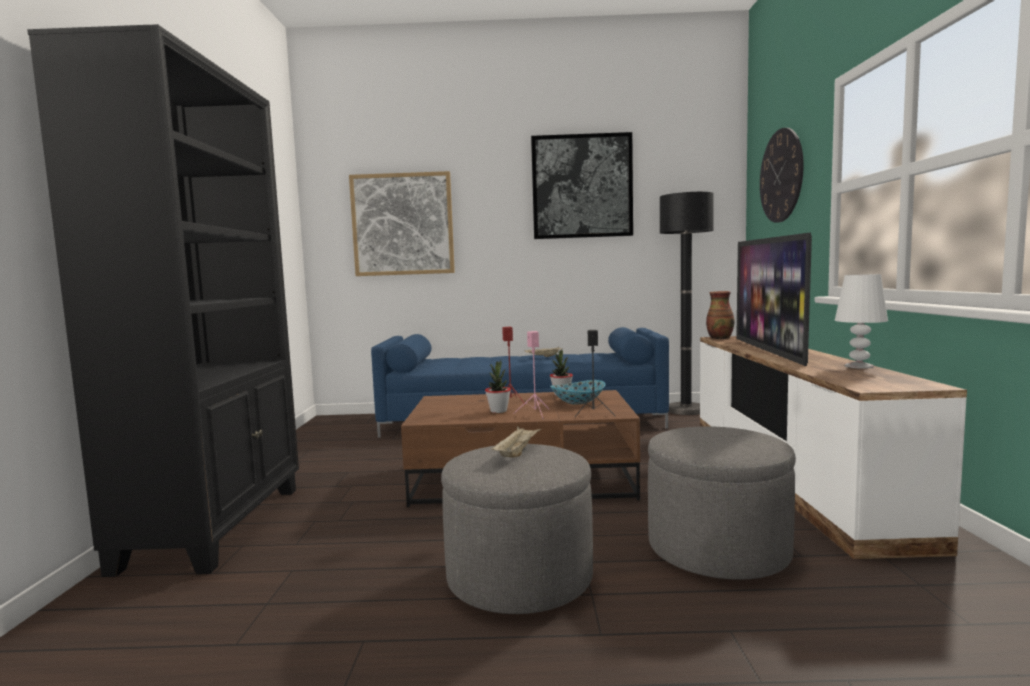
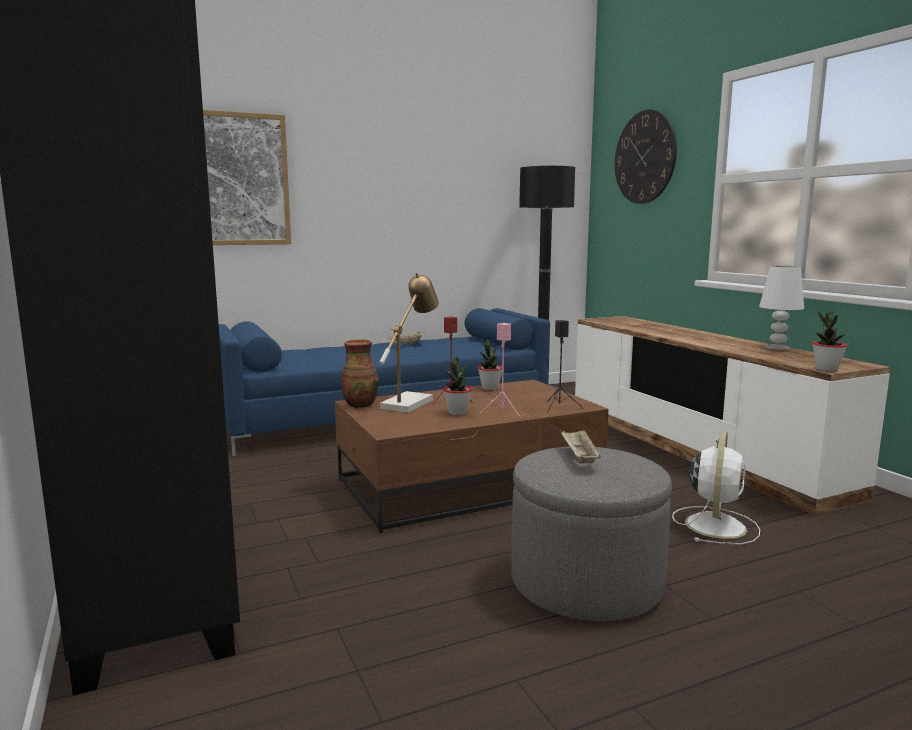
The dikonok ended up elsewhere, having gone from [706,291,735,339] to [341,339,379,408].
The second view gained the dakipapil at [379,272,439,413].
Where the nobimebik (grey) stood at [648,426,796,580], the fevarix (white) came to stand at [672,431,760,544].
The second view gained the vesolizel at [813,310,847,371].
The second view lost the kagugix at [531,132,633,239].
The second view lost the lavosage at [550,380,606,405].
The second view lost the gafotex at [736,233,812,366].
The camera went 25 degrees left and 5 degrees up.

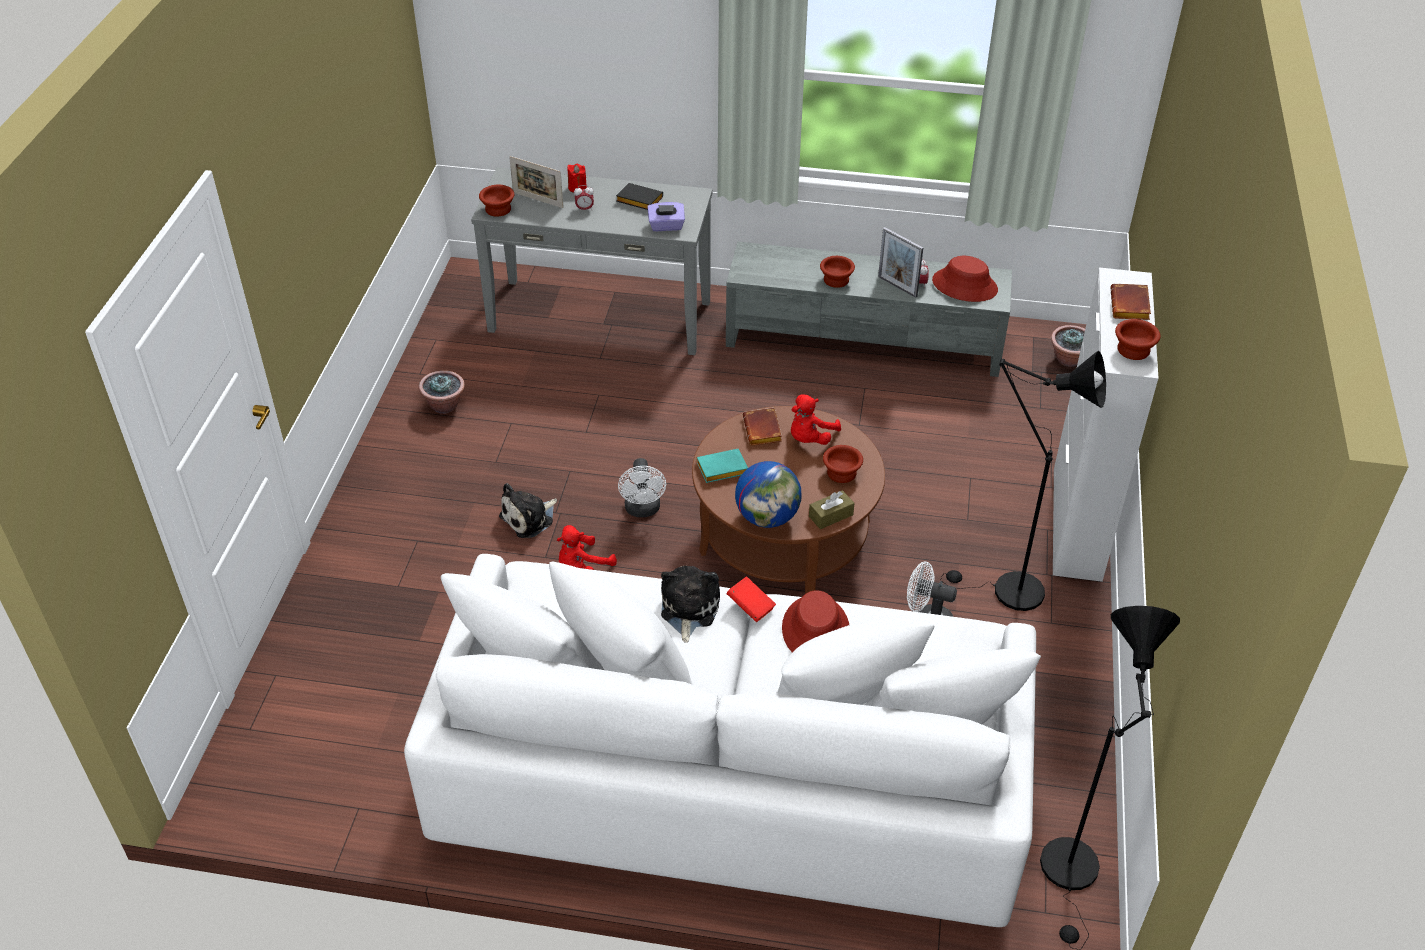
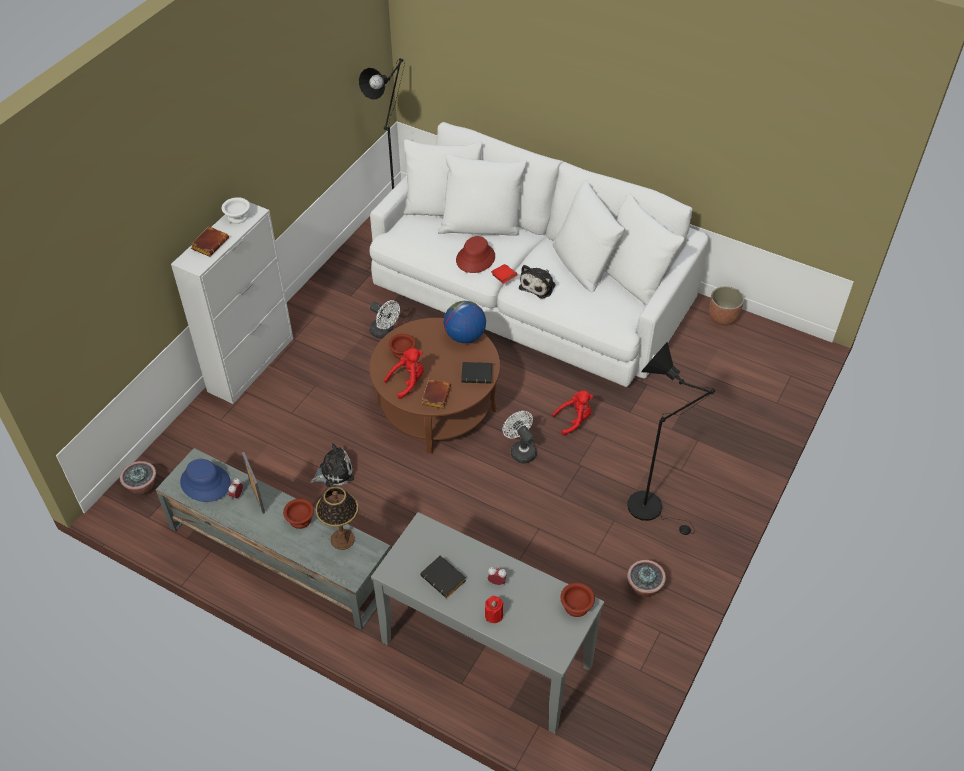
What was the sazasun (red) at [932,256,998,302] turned into the sazasun (blue) at [180,459,231,502].
What was the lavosage (brown) at [1115,319,1161,360] turned into the lavosage (white) at [222,197,250,224].
The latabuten ended up elsewhere, having gone from [499,483,557,538] to [310,443,354,487].
The second view gained the dakipapil at [315,487,358,550].
What was the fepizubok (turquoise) at [697,449,748,483] turned into the fepizubok (black) at [461,362,492,384].
The fevarix (white) at [618,458,666,517] ended up facing another way, 45 degrees counterclockwise from before.
The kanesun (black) ended up elsewhere, having gone from [941,351,1106,611] to [627,342,715,535].
The second view gained the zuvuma at [709,286,744,326].
The second view lost the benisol at [509,156,564,208].
The second view lost the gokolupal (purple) at [647,202,685,231].
The second view lost the gokolupal (brown) at [809,490,854,529].
The camera went 160 degrees left and 5 degrees up.

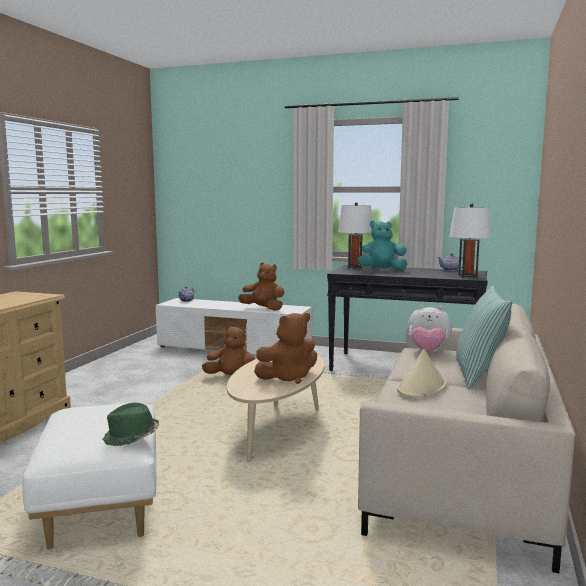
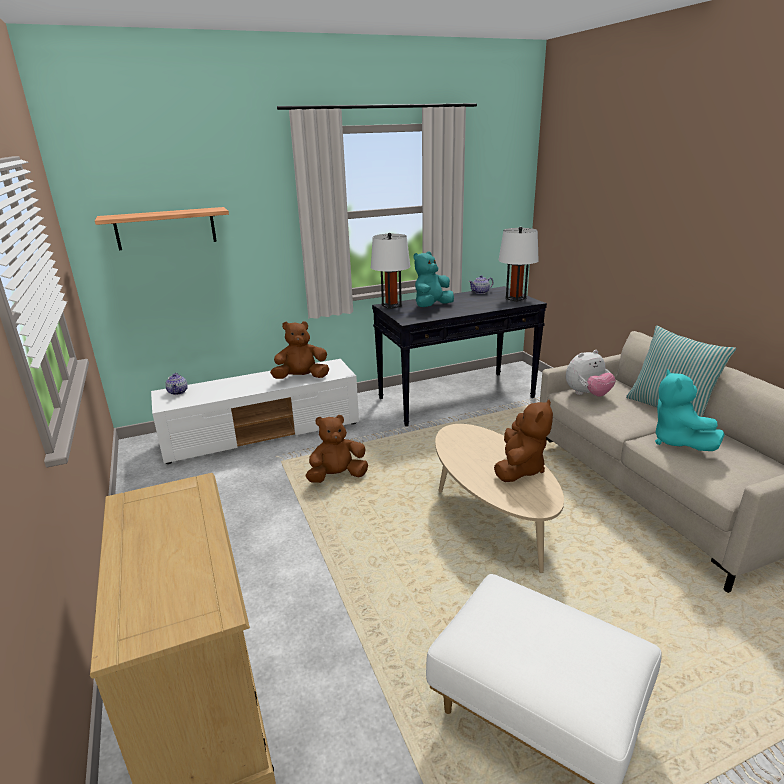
The second view gained the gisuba at [95,207,229,250].
Where the sazasun (beige) stood at [397,349,447,398], the latabuten (turquoise) came to stand at [655,369,725,451].
The second view lost the sazasun (green) at [102,403,159,446].
The camera went 40 degrees left and 15 degrees up.

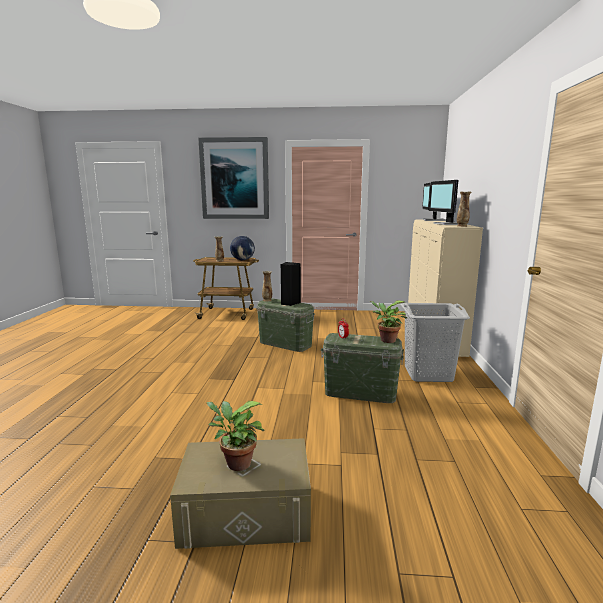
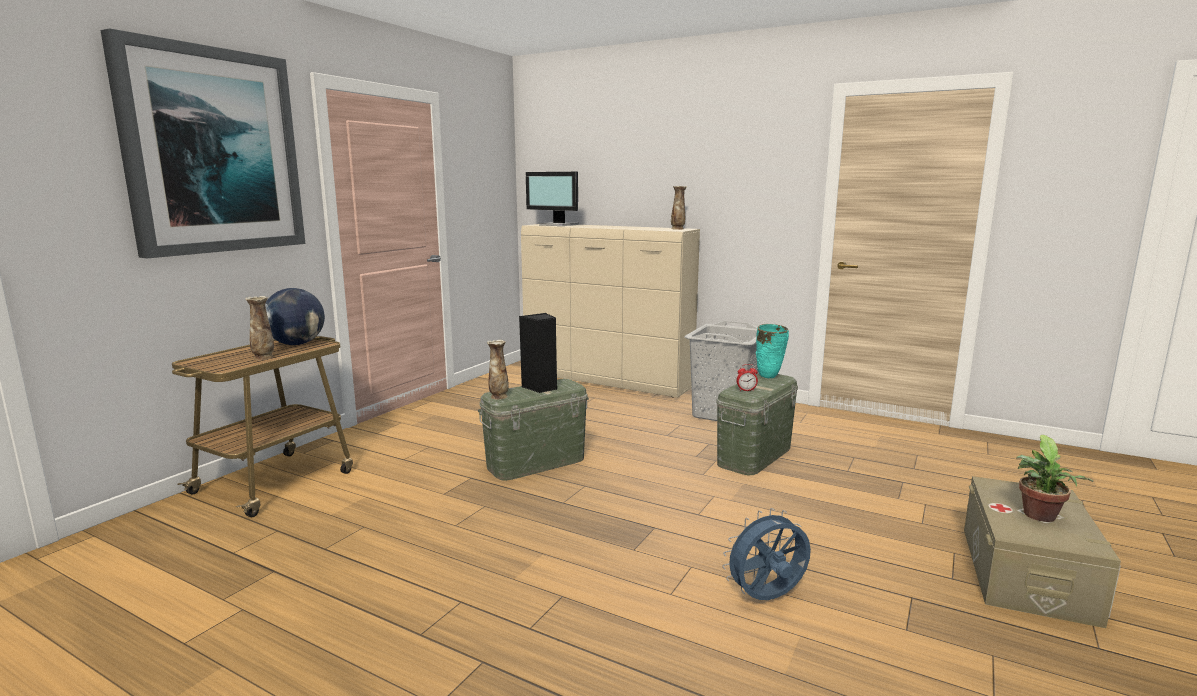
The second view gained the fevarix (blue) at [722,508,811,600].
Where the vesolizel stood at [370,300,407,343], the dikonok (turquoise) came to stand at [756,324,789,378].
The second view lost the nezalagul at [429,180,458,225].
The camera went 65 degrees left and 0 degrees up.

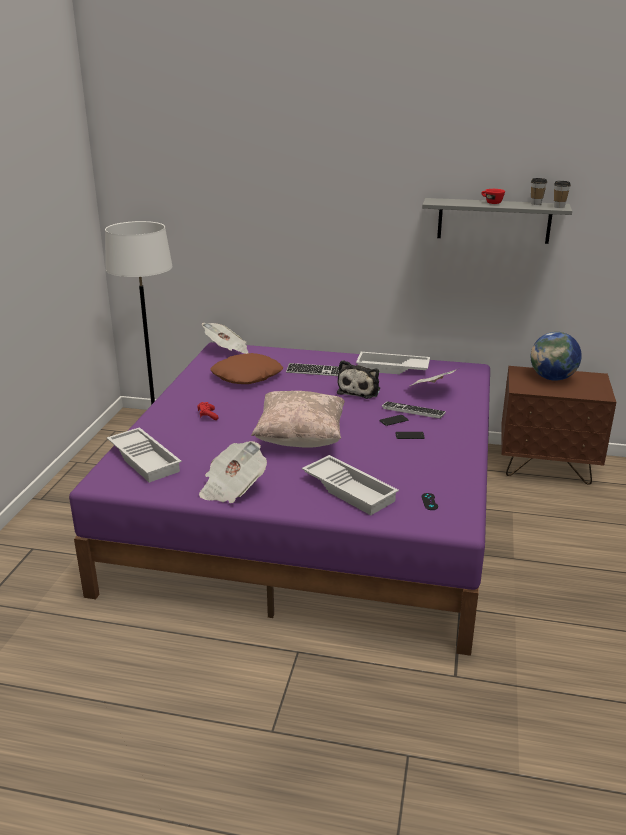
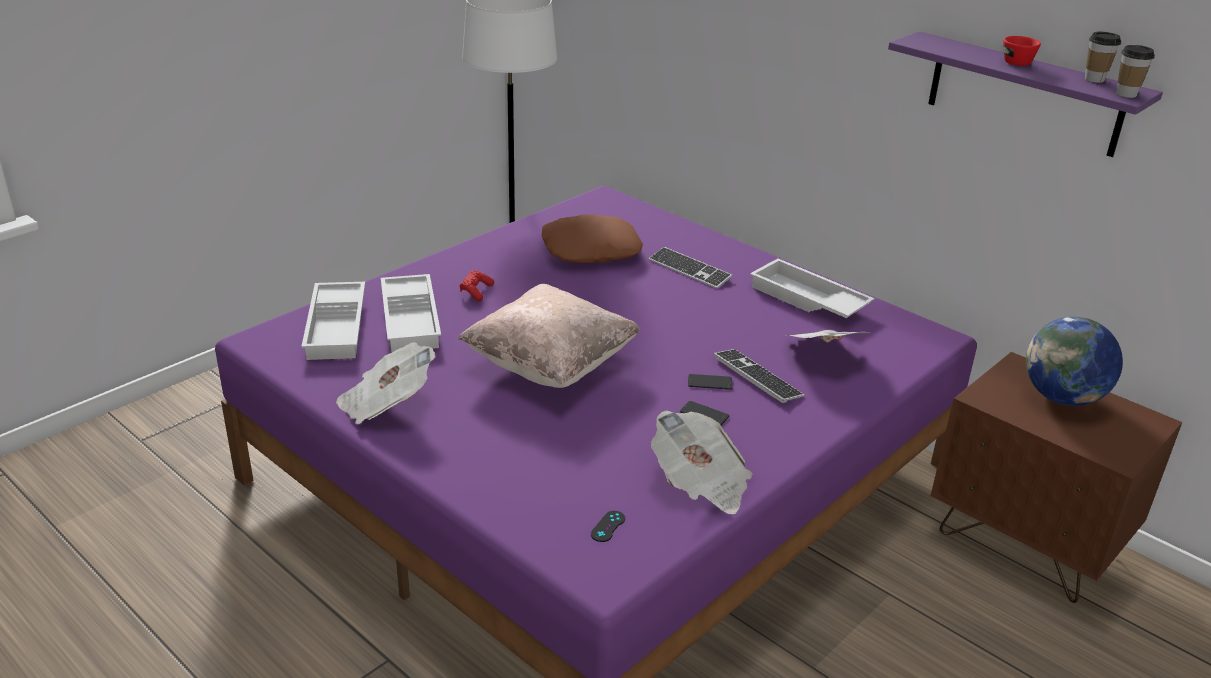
The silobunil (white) ended up elsewhere, having gone from [302,455,399,515] to [381,274,441,352].
The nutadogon ended up elsewhere, having gone from [202,323,248,354] to [651,410,752,514].
What was the gisuba (grey) at [422,198,572,244] turned into the gisuba (purple) at [888,31,1163,157].
The second view lost the latabuten at [337,360,380,399].
The camera went 30 degrees right and 5 degrees up.

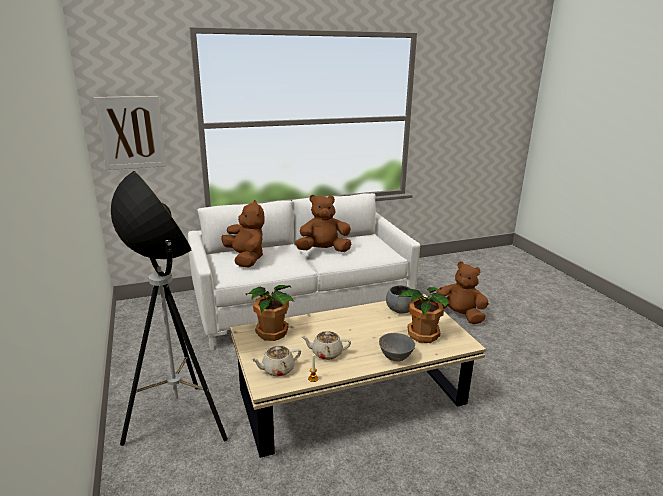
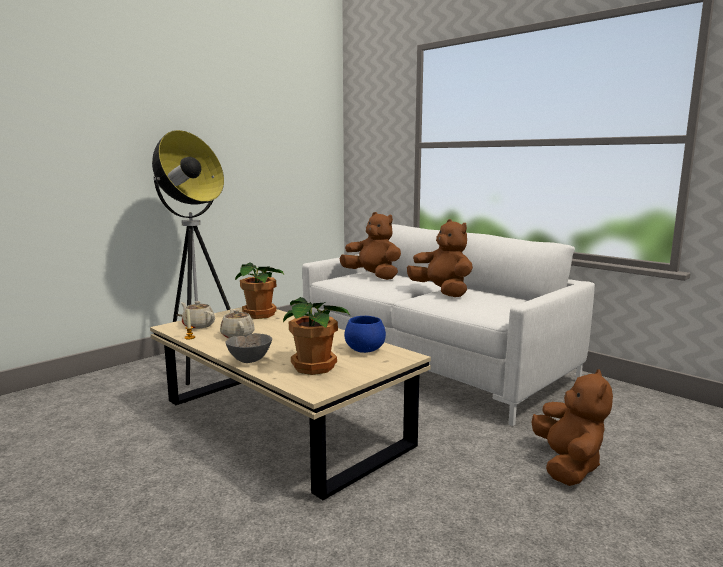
The latabuten (brown) at [222,200,265,268] ended up facing another way, 90 degrees counterclockwise from before.
What was the lavosage (grey) at [386,285,411,314] turned into the lavosage (blue) at [344,316,386,353].
The second view lost the kagugix at [94,96,167,170].
The camera went 65 degrees right and 10 degrees down.

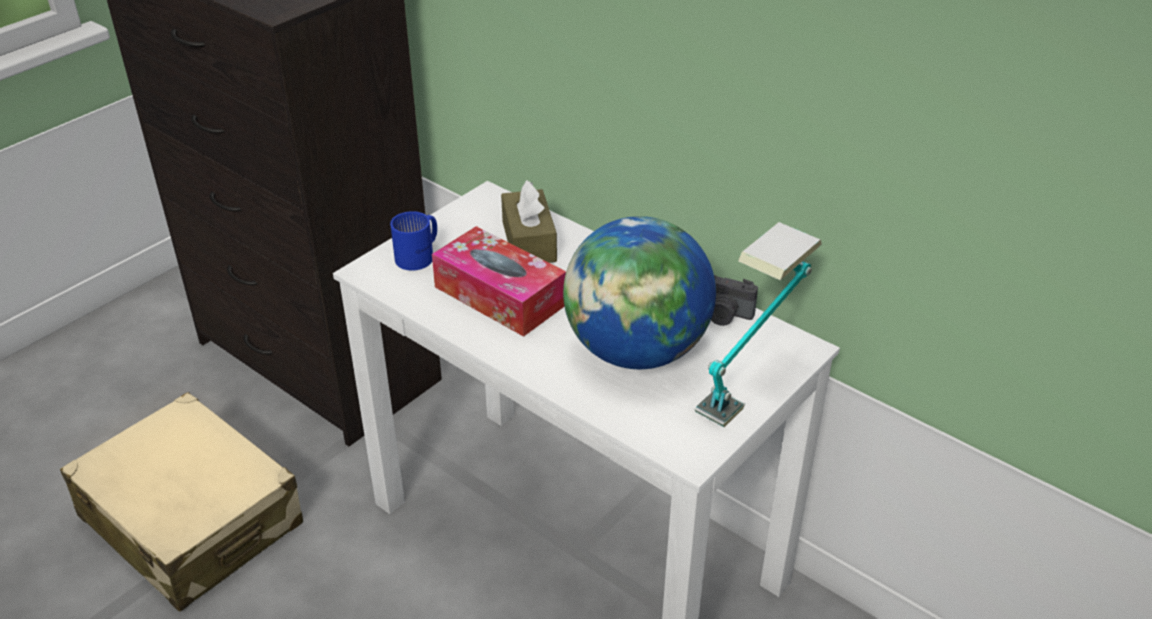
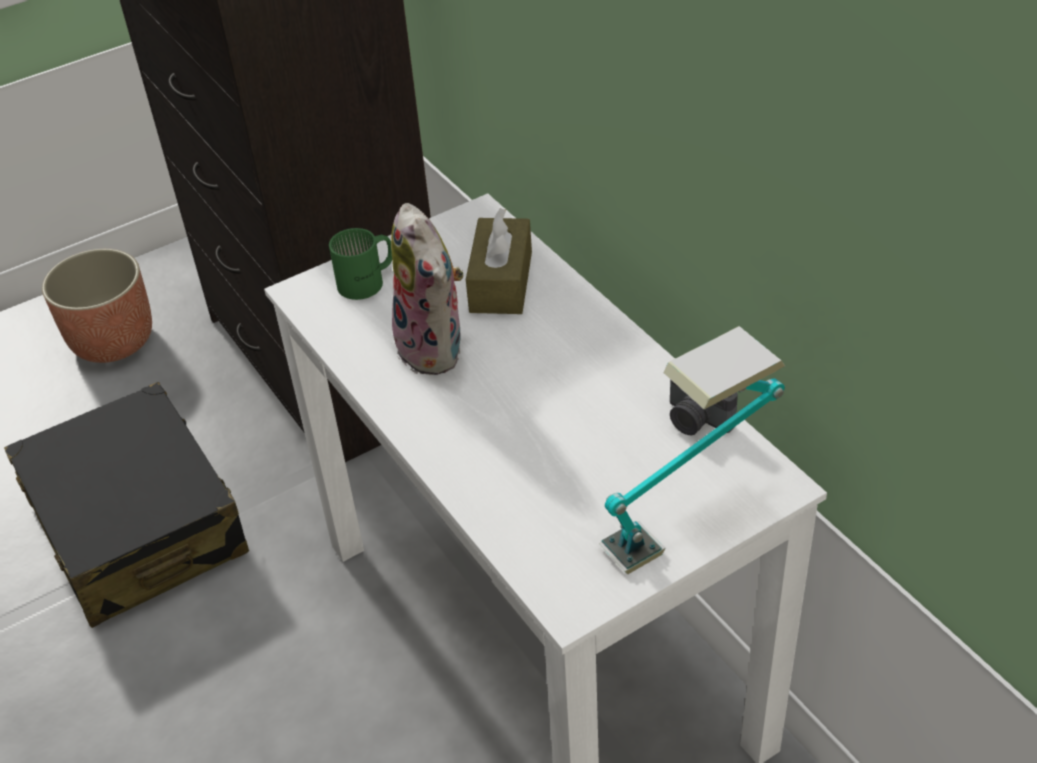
What was the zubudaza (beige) at [60,392,303,612] turned into the zubudaza (black) at [4,382,249,628].
The second view gained the zuvuma at [42,249,152,363].
What was the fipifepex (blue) at [390,211,437,271] turned into the fipifepex (green) at [329,228,392,300].
Where the gokolupal stood at [432,226,566,337], the latabuten came to stand at [390,203,463,375].
The second view lost the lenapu at [563,216,716,369].
The camera went 20 degrees right and 5 degrees up.

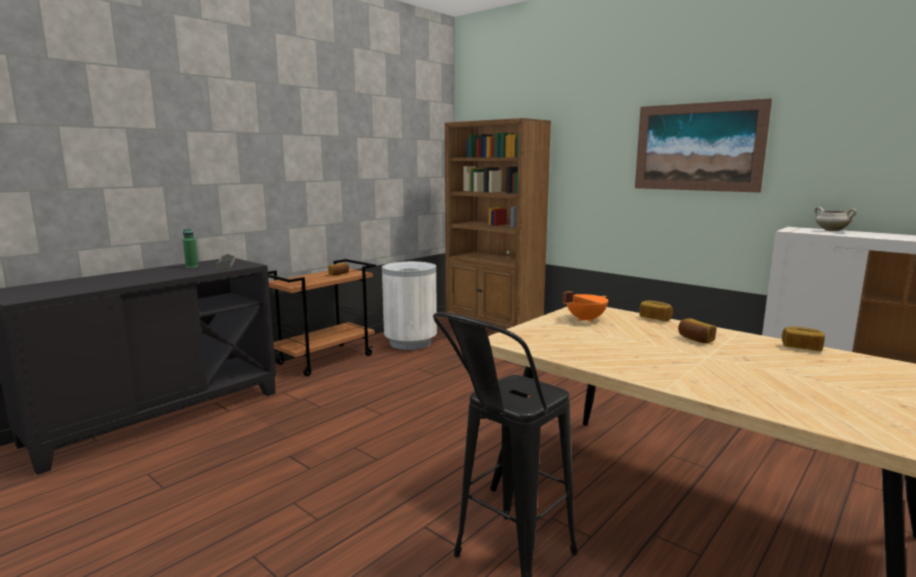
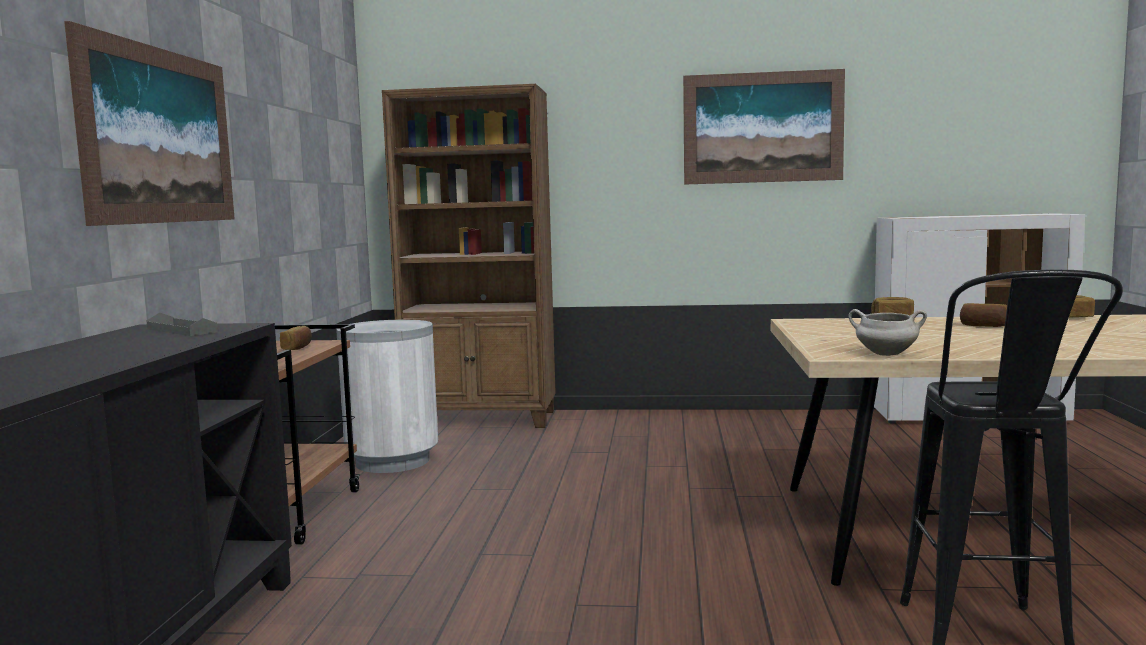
The second view gained the kagugix at [64,21,235,226].
The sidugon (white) ended up elsewhere, having gone from [815,207,857,231] to [849,309,927,356].
The second view lost the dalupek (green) at [183,229,198,268].
The second view lost the sidugon (orange) at [562,291,608,322].
The camera went 35 degrees left and 5 degrees down.

